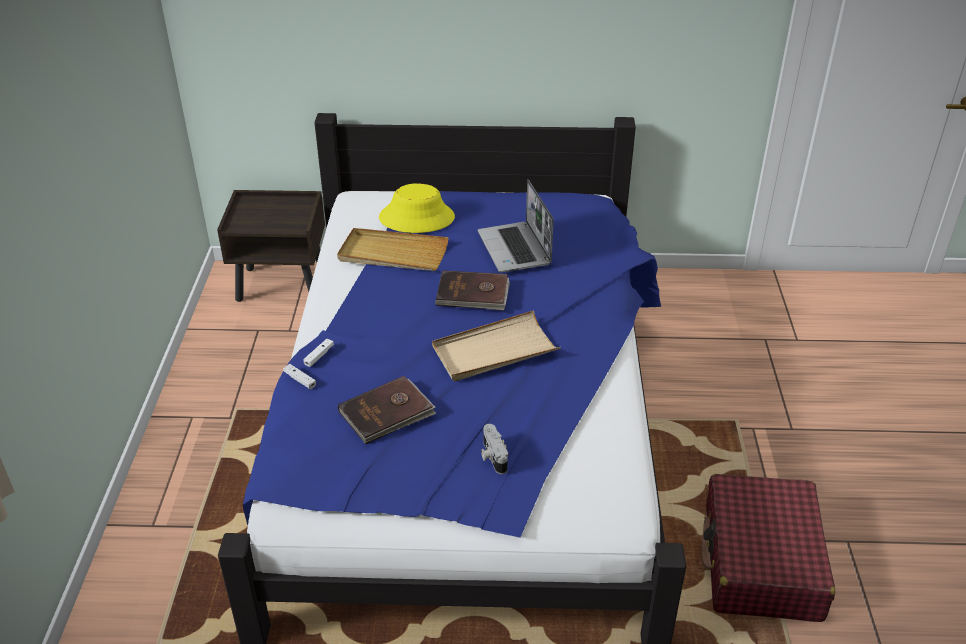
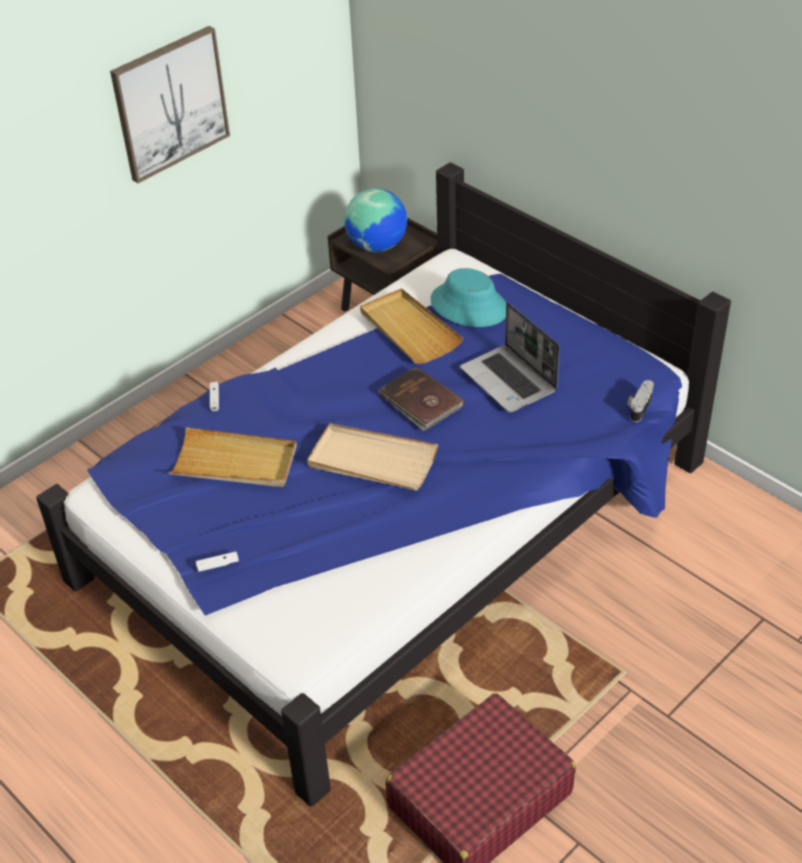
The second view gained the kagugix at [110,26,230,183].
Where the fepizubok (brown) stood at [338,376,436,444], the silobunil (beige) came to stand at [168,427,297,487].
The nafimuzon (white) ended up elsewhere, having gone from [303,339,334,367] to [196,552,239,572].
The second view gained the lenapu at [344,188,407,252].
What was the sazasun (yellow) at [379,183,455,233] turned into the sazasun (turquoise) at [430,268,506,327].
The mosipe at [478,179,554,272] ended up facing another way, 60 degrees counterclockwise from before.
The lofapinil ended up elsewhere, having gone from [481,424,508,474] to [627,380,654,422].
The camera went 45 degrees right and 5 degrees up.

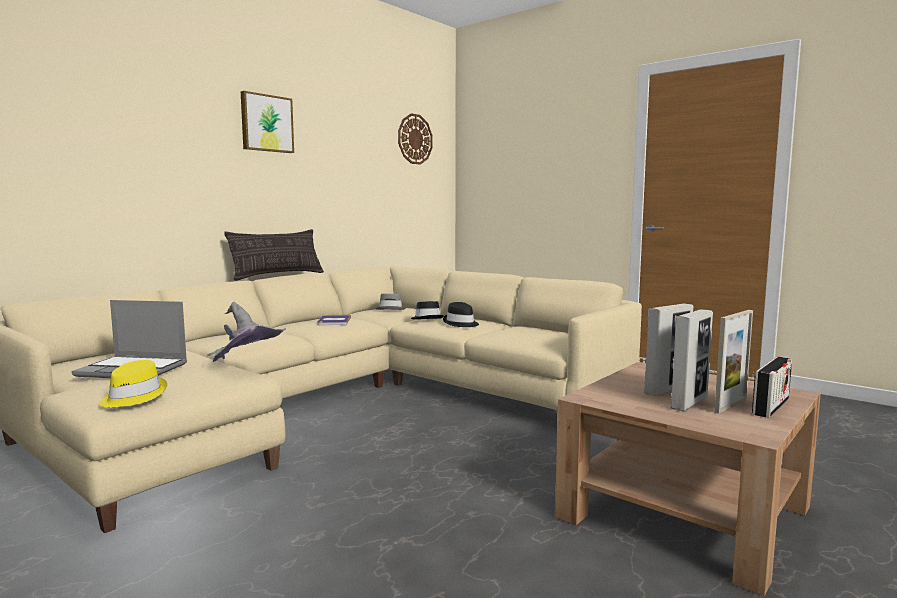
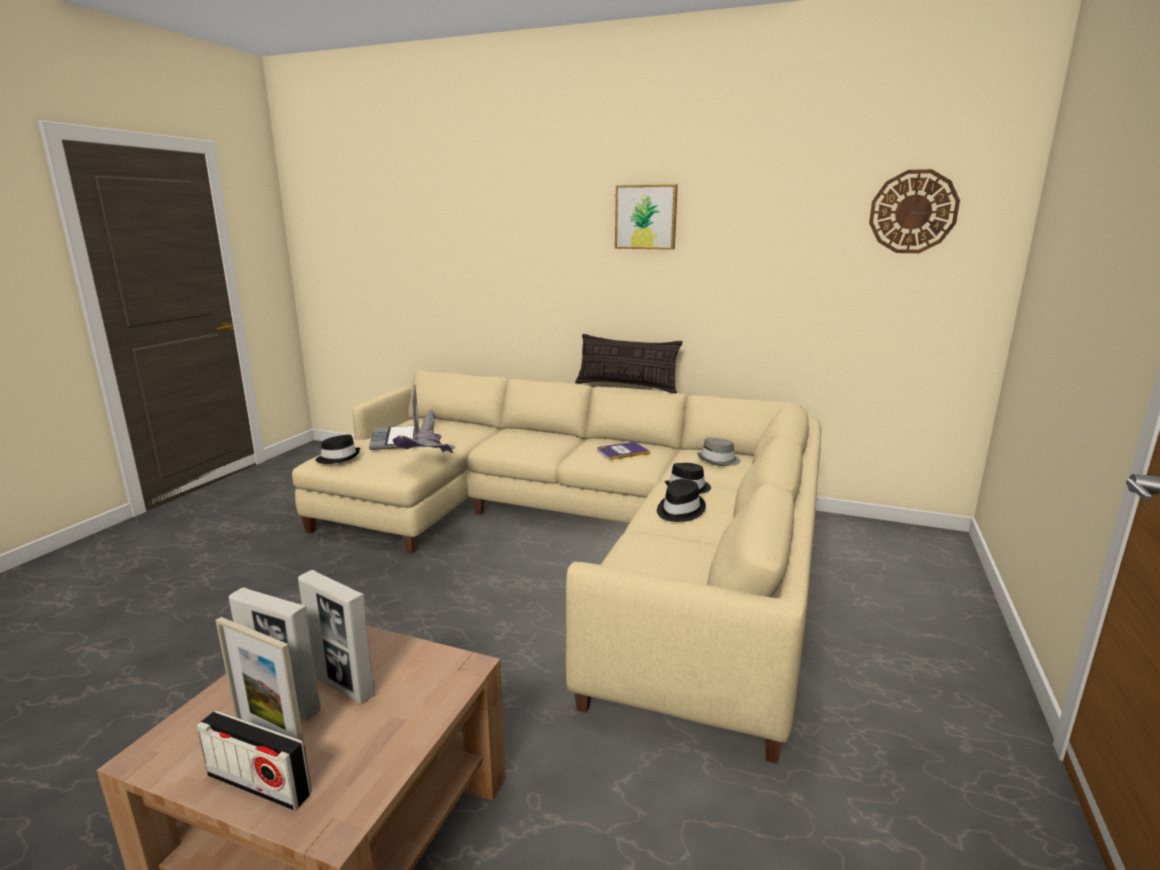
What was the sazasun (yellow) at [100,360,167,407] turned into the sazasun (black) at [315,434,360,464].
The camera went 70 degrees right and 10 degrees up.

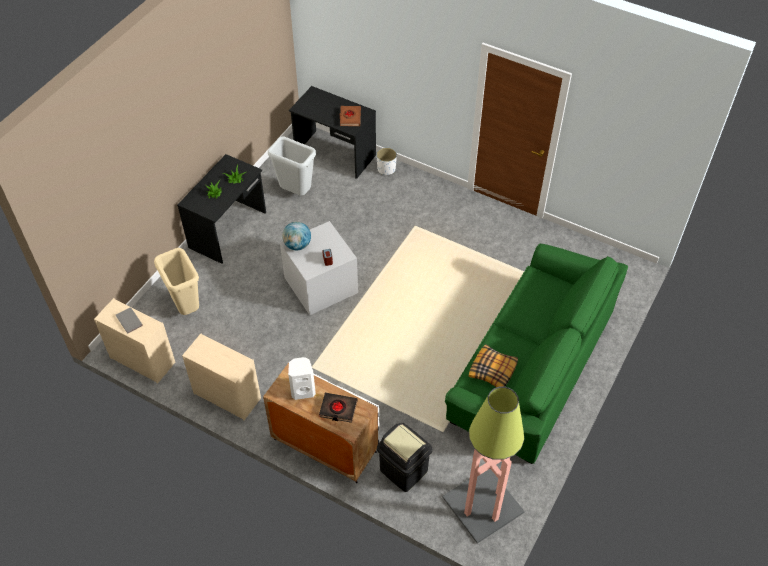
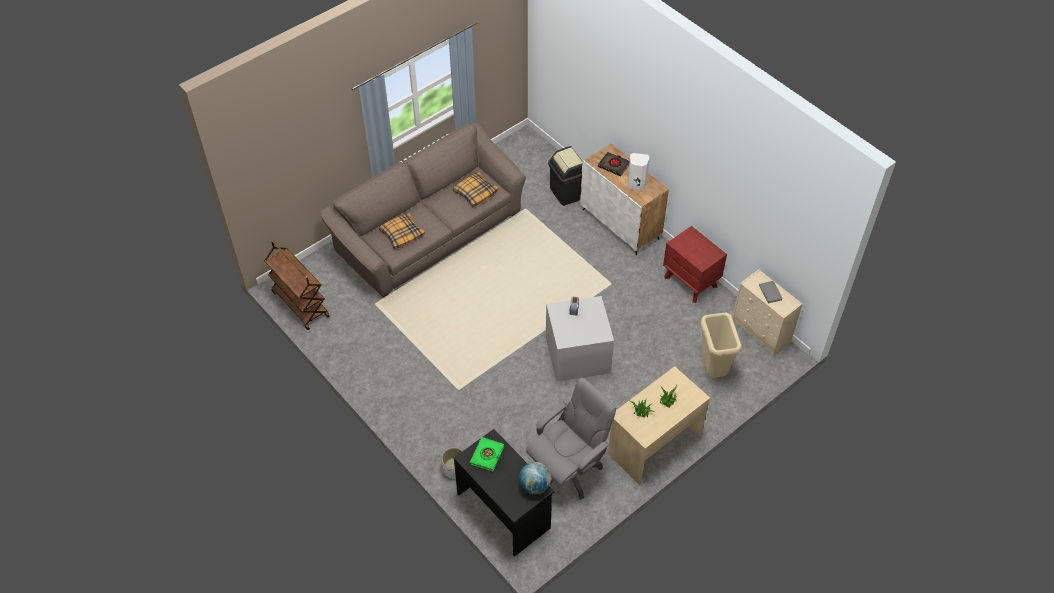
The second view gained the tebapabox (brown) at [264,241,330,330].
What was the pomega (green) at [445,244,628,464] turned into the pomega (brown) at [320,122,526,298].
The second view gained the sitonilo at [379,213,425,249].
What was the fepizubok (brown) at [340,106,361,126] turned into the fepizubok (green) at [470,437,504,472].
The lenapu ended up elsewhere, having gone from [282,222,311,250] to [519,462,551,495].
Where the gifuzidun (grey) stood at [268,136,316,196], the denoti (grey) came to stand at [526,377,616,500].
What was the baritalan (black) at [177,154,266,264] turned into the baritalan (beige) at [608,366,710,485].
Where the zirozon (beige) stood at [182,334,261,420], the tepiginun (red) came to stand at [663,226,727,303].
The second view lost the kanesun at [442,386,525,544].
The camera went 160 degrees left and 0 degrees up.

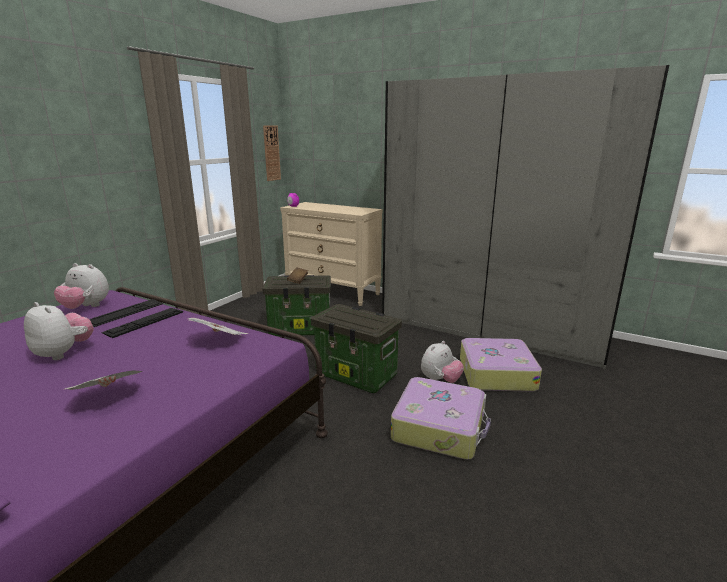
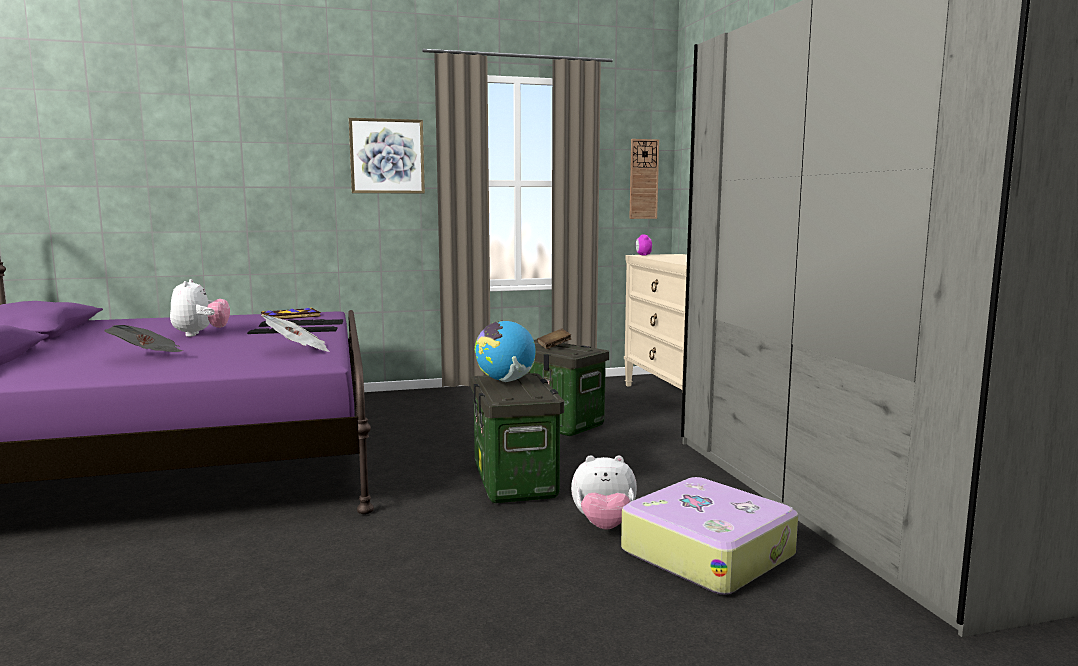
Where the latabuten stood at [54,263,109,309], the fepizubok came to stand at [261,308,321,319].
The second view gained the kagugix at [349,118,425,193].
The second view gained the lenapu at [475,320,536,382].
The second view lost the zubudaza at [391,377,491,459].
The camera went 45 degrees right and 10 degrees down.

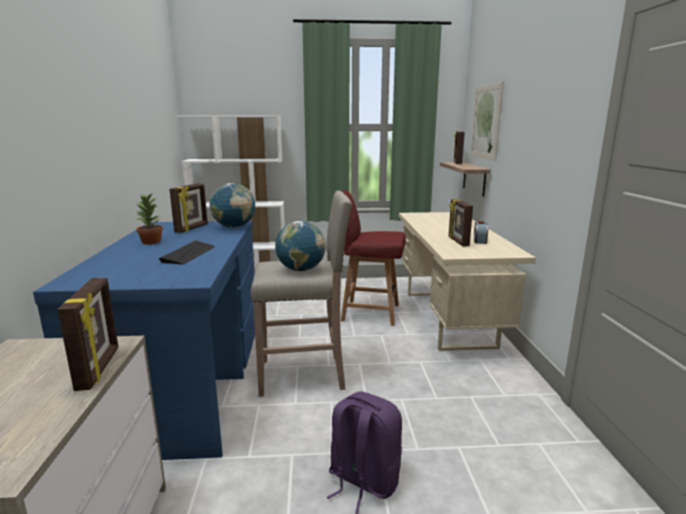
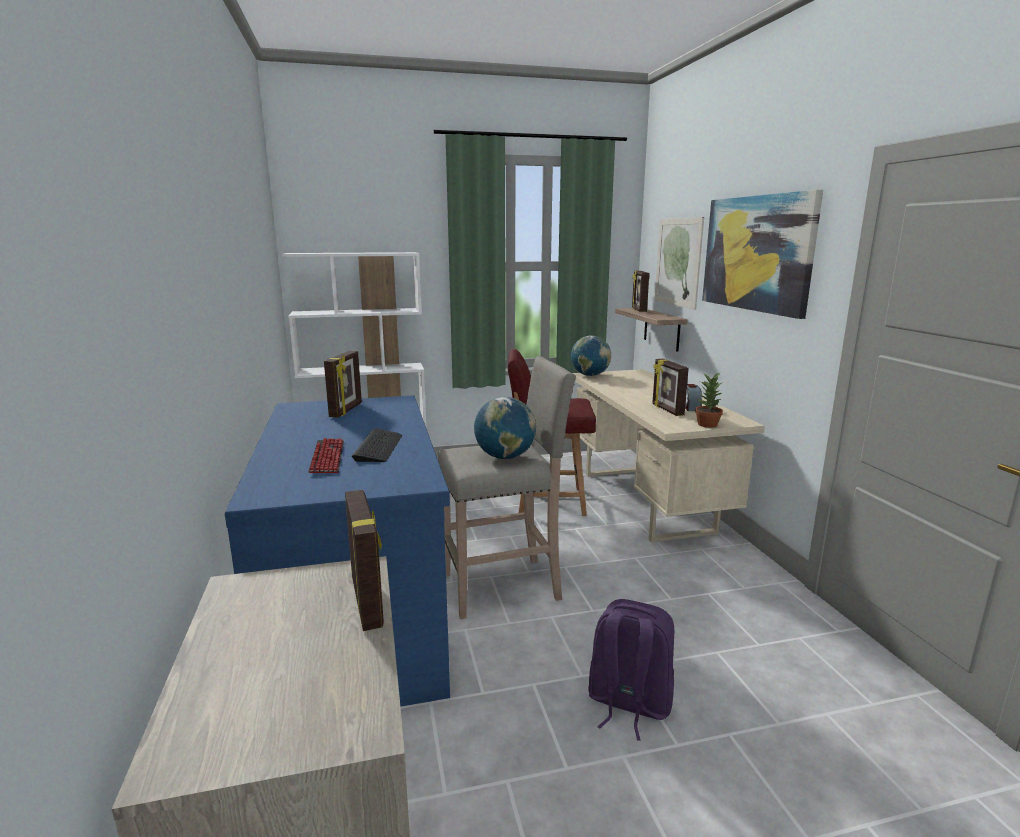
The second view gained the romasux at [308,438,344,473].
The lenapu ended up elsewhere, having gone from [210,183,255,228] to [571,336,611,376].
The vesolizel ended up elsewhere, having gone from [135,193,163,244] to [695,372,723,428].
The second view gained the kagugix at [702,189,823,319].
The camera went 10 degrees left and 0 degrees up.

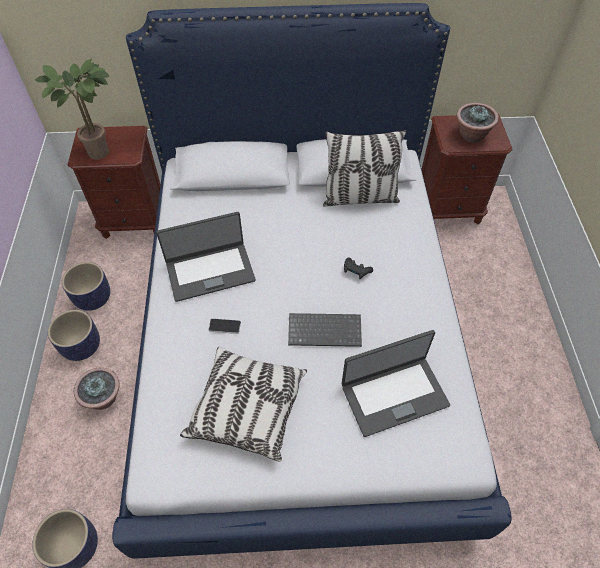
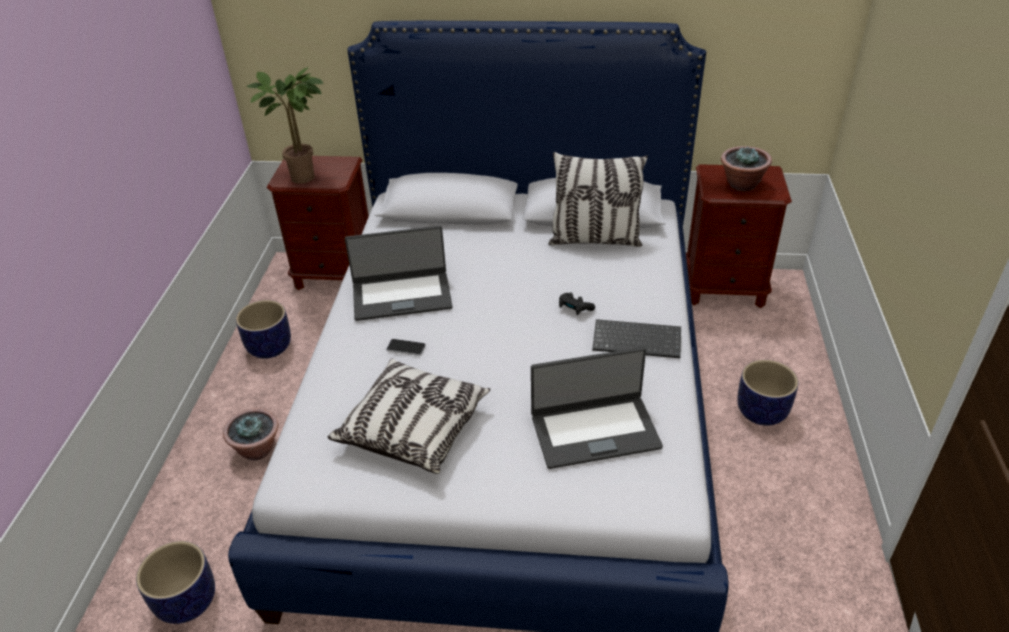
The romasux ended up elsewhere, having gone from [288,313,362,347] to [592,319,681,358].
The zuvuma ended up elsewhere, having gone from [48,310,100,361] to [737,360,799,426].
The camera went 10 degrees right and 15 degrees down.

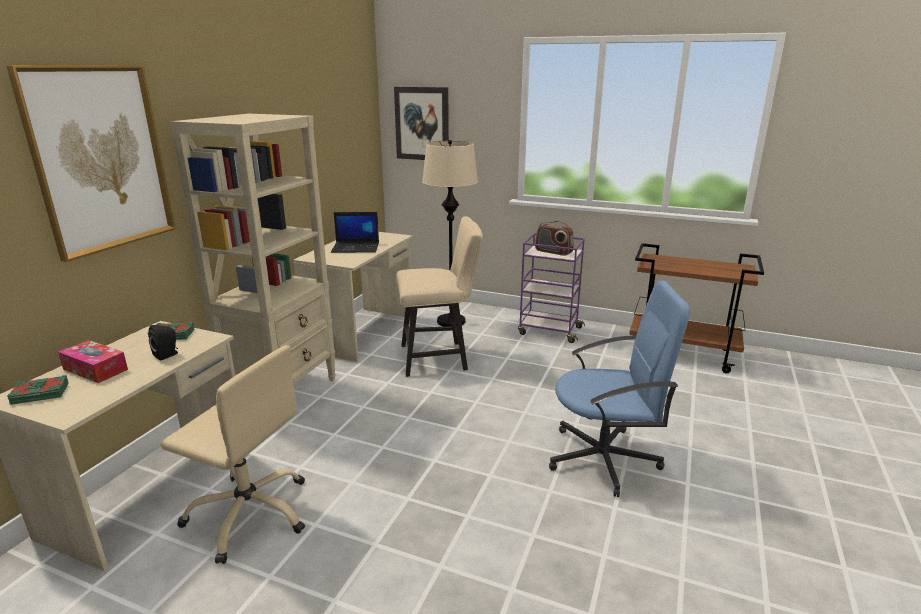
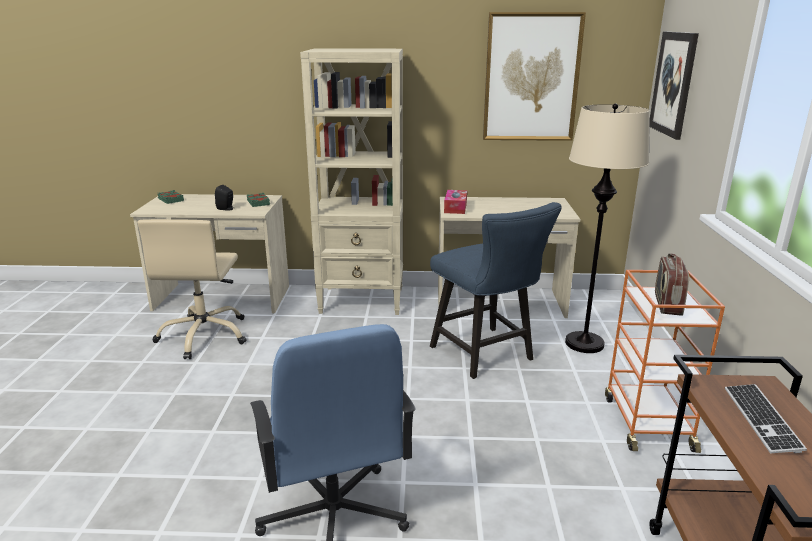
What was the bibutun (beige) at [396,216,483,377] turned into the bibutun (blue) at [430,202,562,379].
The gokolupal ended up elsewhere, having gone from [58,340,128,383] to [444,190,467,214].
The kagugix ended up elsewhere, having gone from [6,65,176,262] to [483,12,586,141].
What was the tebapabox (purple) at [518,233,585,343] turned into the tebapabox (orange) at [605,270,725,453].
The second view gained the romasux at [725,384,807,453].
The second view lost the mosipe at [331,212,379,253].
The camera went 70 degrees right and 0 degrees up.

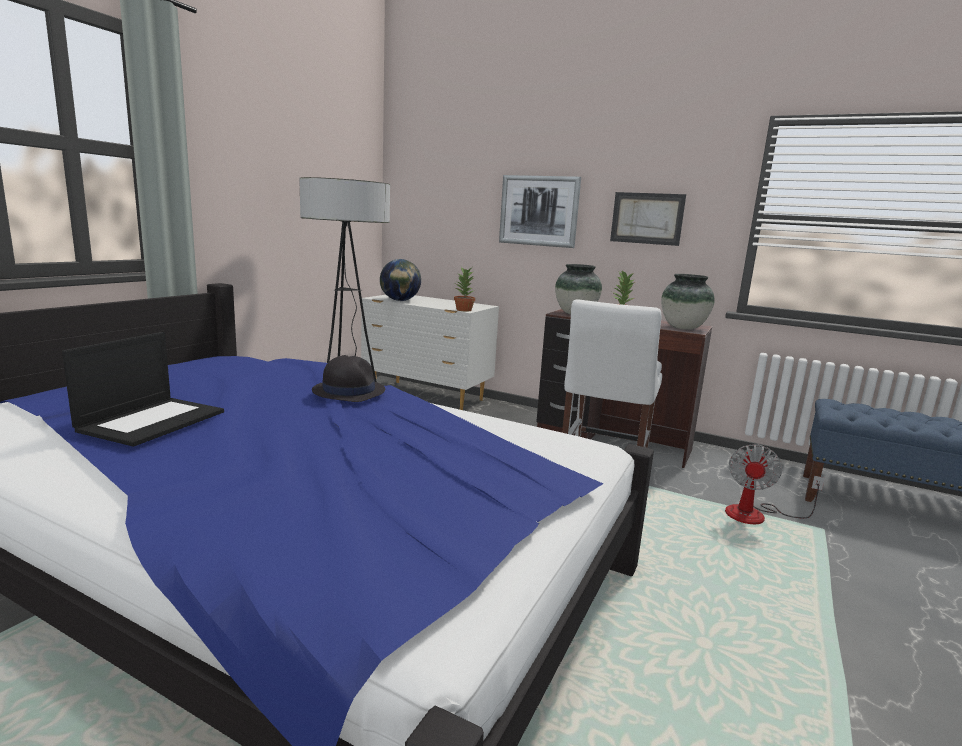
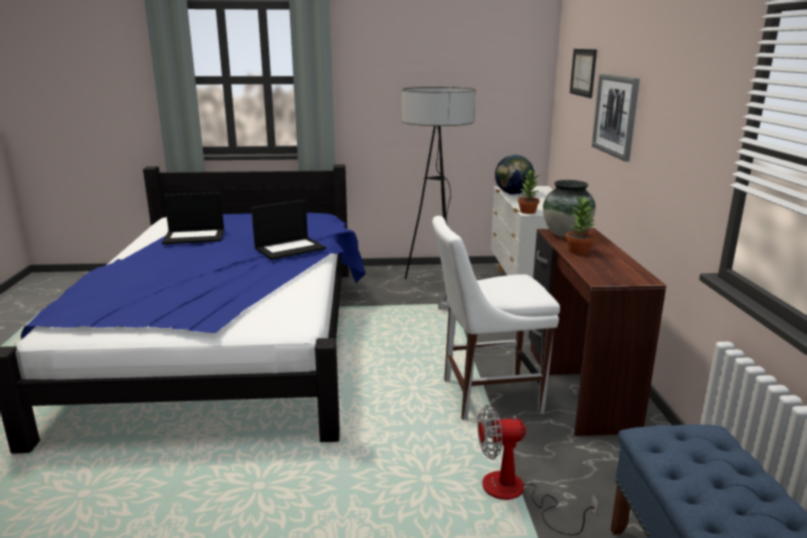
Where the sazasun (black) stood at [312,355,385,402], the mosipe came to stand at [251,199,326,260].
The kagugix ended up elsewhere, having gone from [610,192,686,246] to [570,49,597,98].
The second view lost the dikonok at [661,274,715,330].
The camera went 60 degrees right and 5 degrees up.

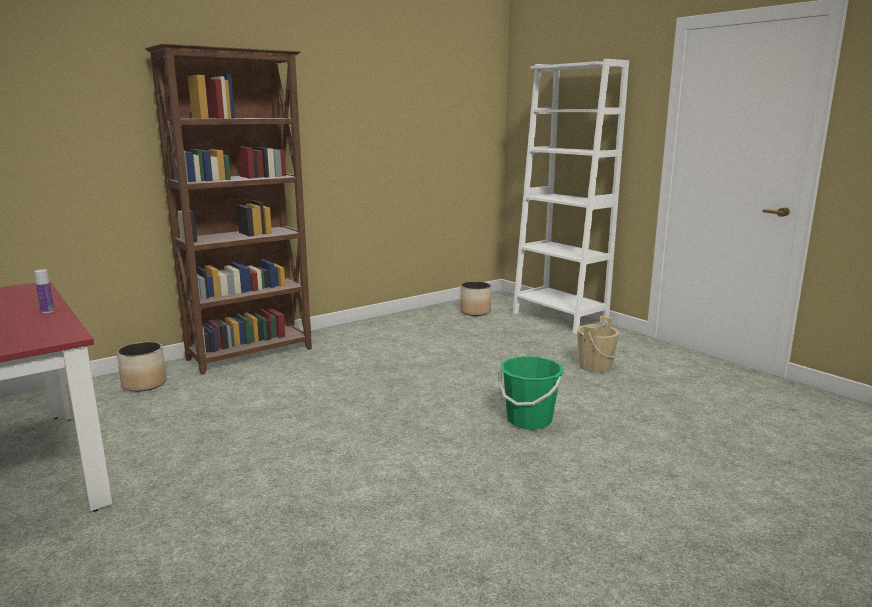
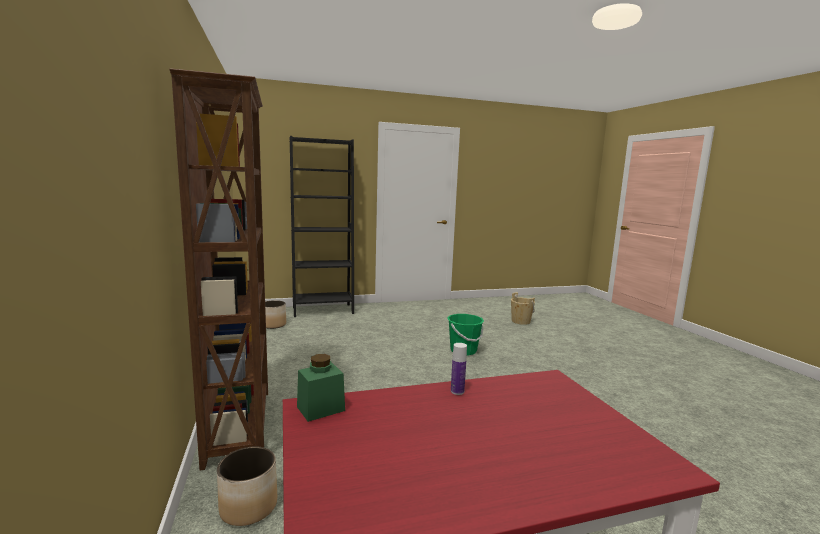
What was the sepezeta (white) at [513,59,629,334] turned into the sepezeta (black) at [289,136,354,317].
The second view gained the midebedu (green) at [297,354,345,422].
The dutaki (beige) ended up elsewhere, having gone from [577,316,619,373] to [511,292,535,325].
The camera went 70 degrees left and 5 degrees down.

